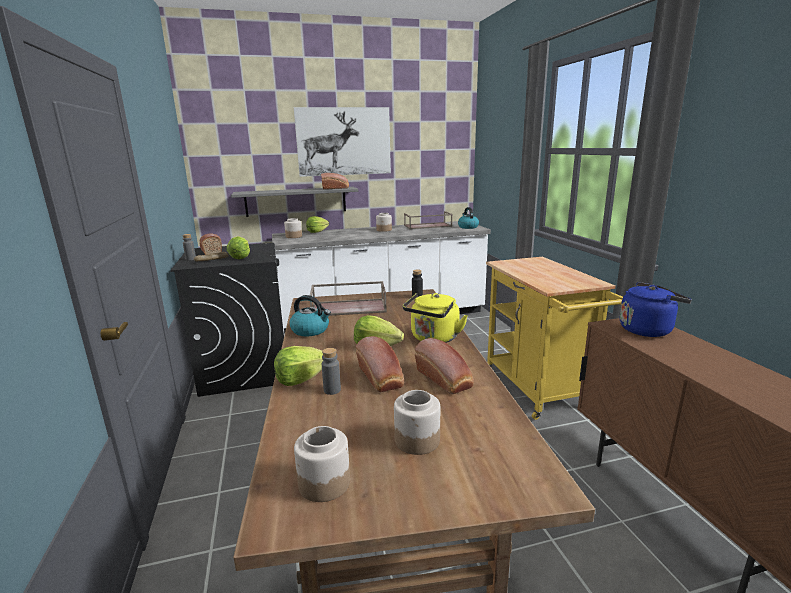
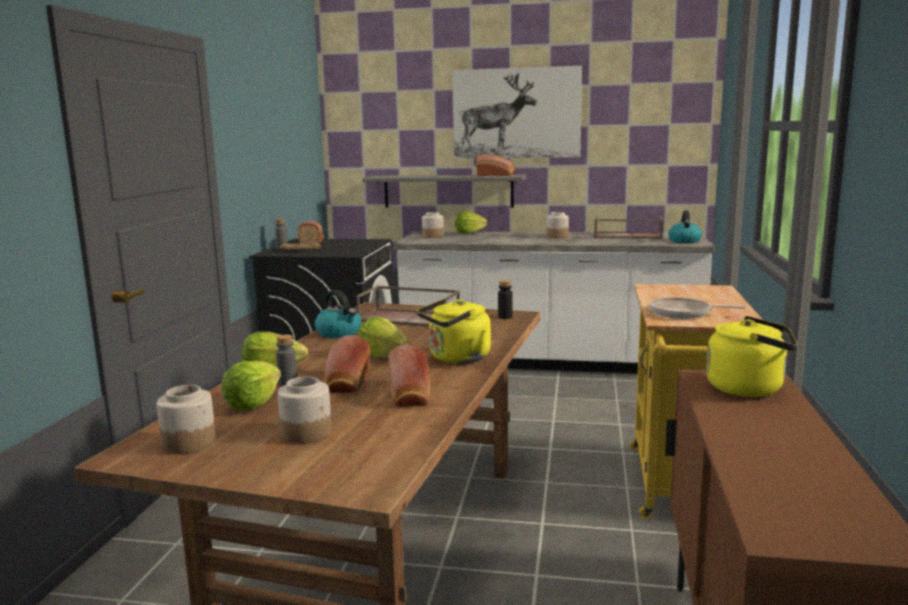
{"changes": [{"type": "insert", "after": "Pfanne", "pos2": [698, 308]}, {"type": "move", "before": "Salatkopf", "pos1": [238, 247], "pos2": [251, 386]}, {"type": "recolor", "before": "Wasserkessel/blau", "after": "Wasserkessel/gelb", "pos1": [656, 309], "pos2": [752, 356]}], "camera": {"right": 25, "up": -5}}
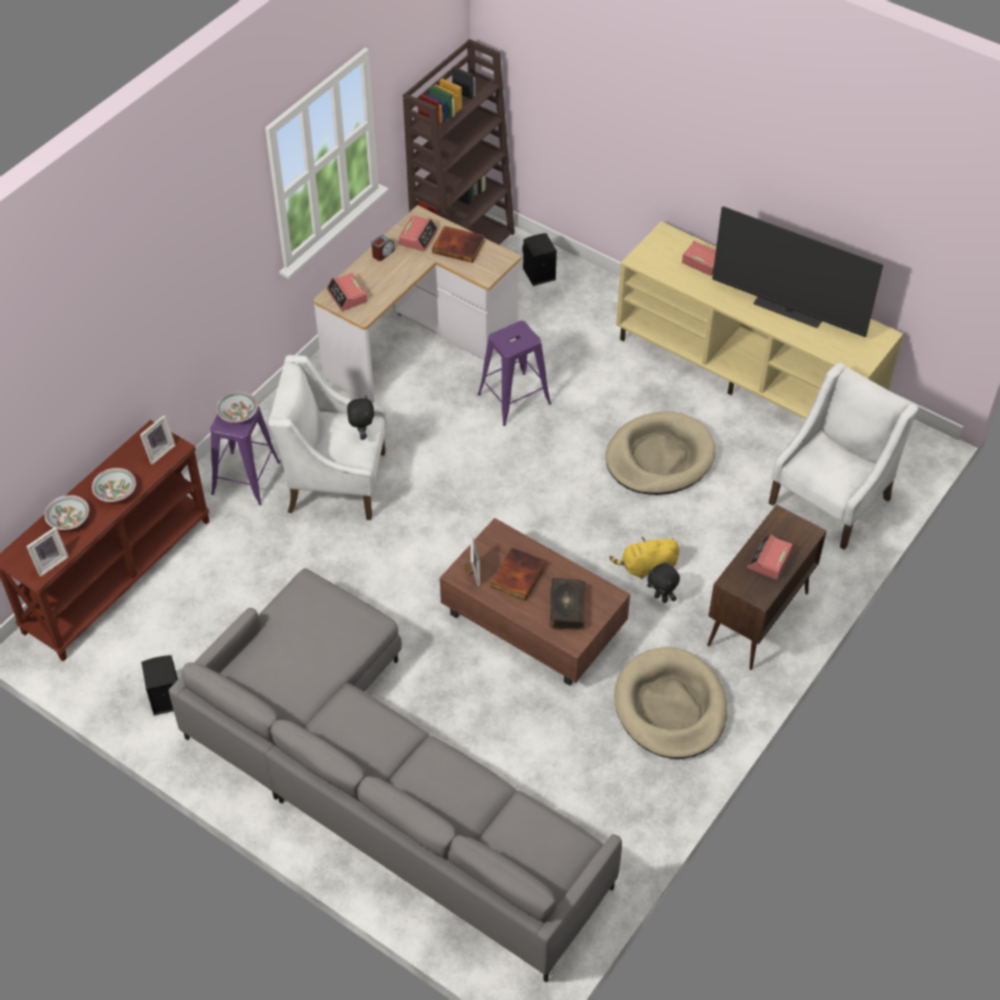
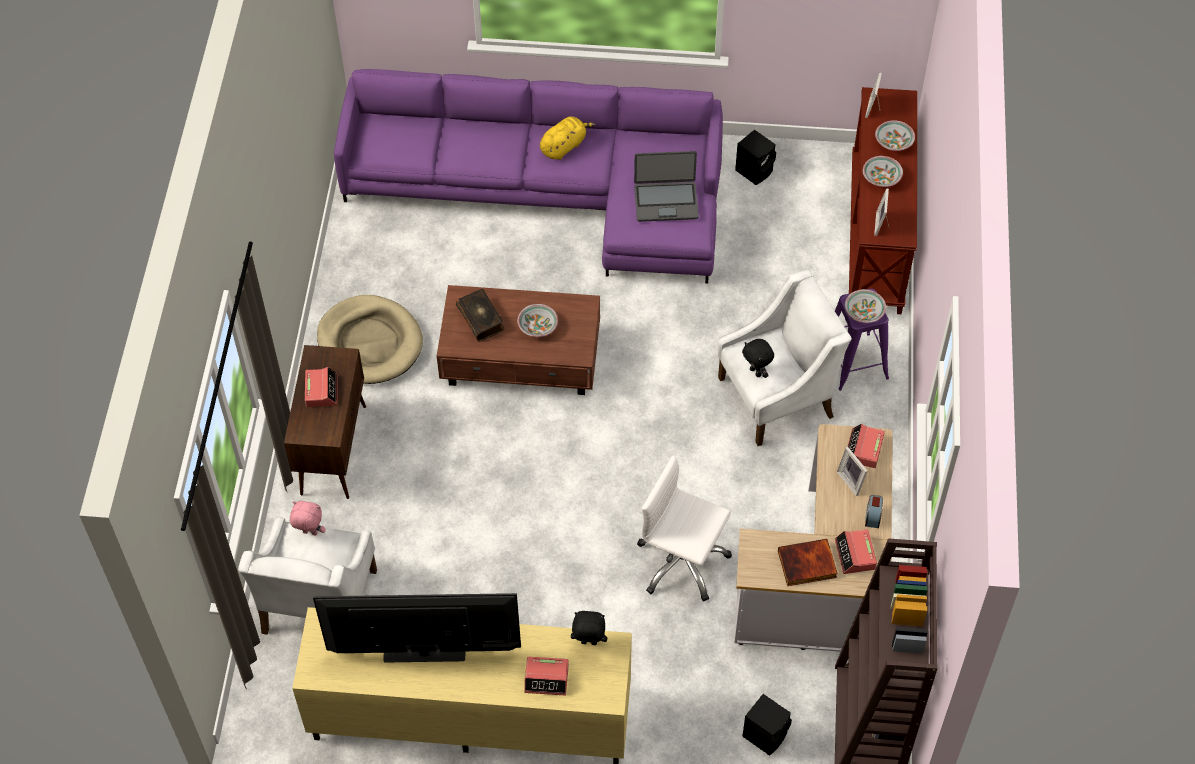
{"changes": [{"type": "delete", "before": "Hundebett/beige", "pos1": [660, 453]}, {"type": "insert", "after": "Plüschtier/rosa", "pos2": [308, 518]}, {"type": "insert", "after": "Laptop", "pos2": [666, 186]}, {"type": "move", "before": "Bilderrahmen", "pos1": [472, 561], "pos2": [852, 471]}, {"type": "move", "before": "Plüschtier/gelb", "pos1": [644, 558], "pos2": [568, 138]}, {"type": "move", "before": "Plüschtier/schwarz", "pos1": [663, 583], "pos2": [589, 628]}, {"type": "replace", "before": "Hocker/lila", "after": "Bürostuhl/weiß", "pos1": [514, 373], "pos2": [684, 528]}, {"type": "replace", "before": "Buch", "after": "Schüssel", "pos1": [518, 574], "pos2": [537, 320]}, {"type": "recolor", "before": "Sofa/grau", "after": "Sofa/lila", "pos1": [395, 775], "pos2": [528, 176]}, {"type": "rotate", "before": "Wecker", "pos1": [347, 292], "pos2": [866, 446], "turn": -105}], "camera": {"right": 150, "up": 5}}
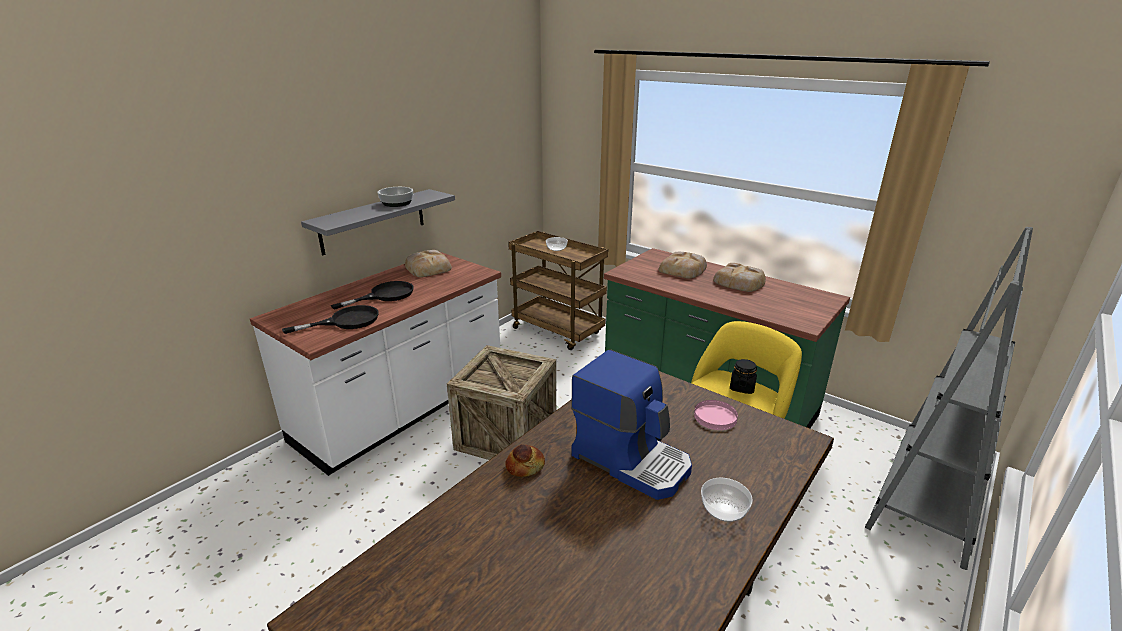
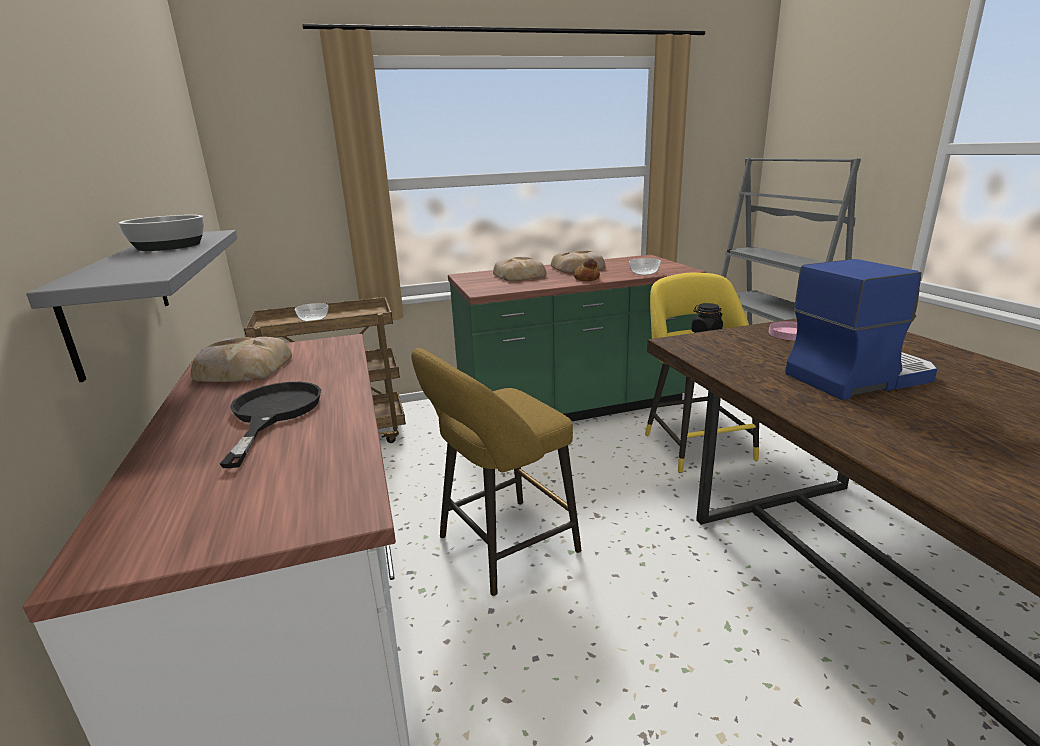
{"changes": [{"type": "delete", "before": "Pfanne/schwarz", "pos1": [330, 319]}, {"type": "move", "before": "Brot", "pos1": [525, 460], "pos2": [587, 269]}, {"type": "move", "before": "Schüssel", "pos1": [727, 500], "pos2": [645, 266]}, {"type": "replace", "before": "Kiste", "after": "Hocker/gelb", "pos1": [501, 402], "pos2": [496, 472]}], "camera": {"right": -55, "up": -5}}
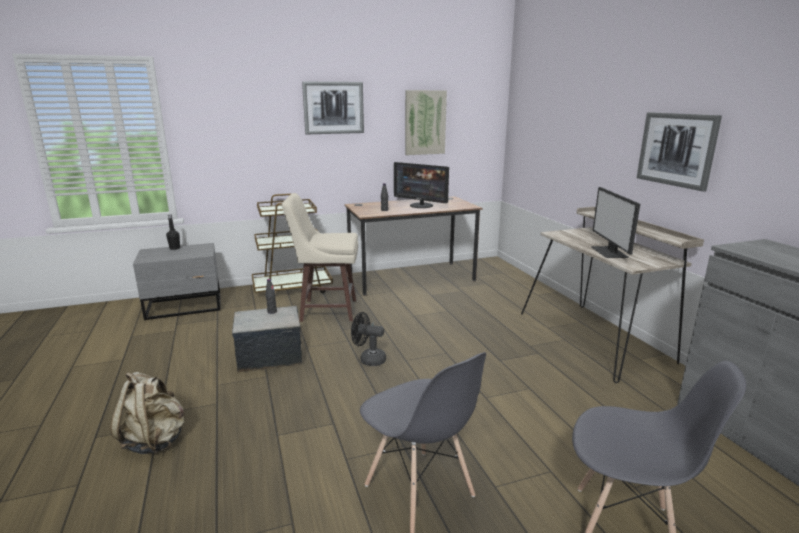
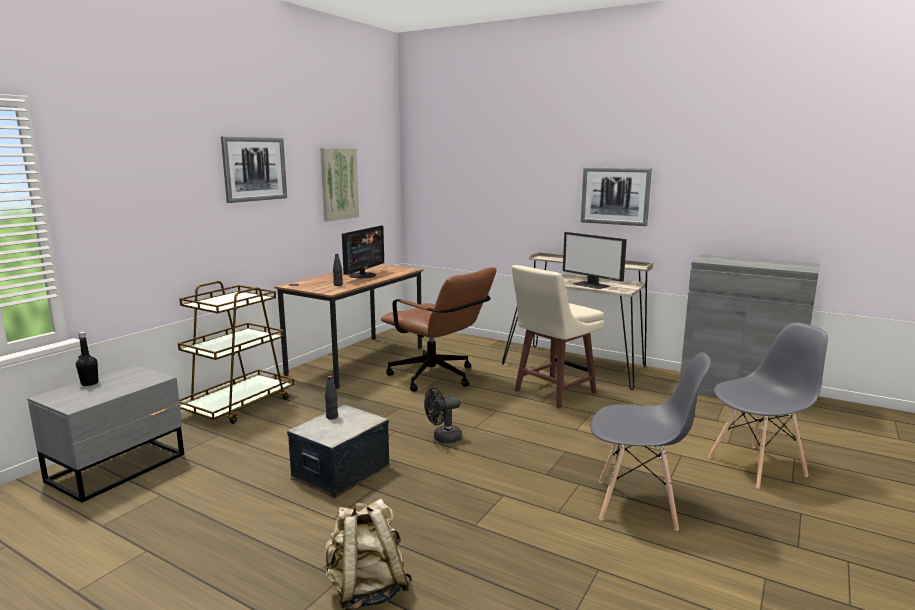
{"changes": [{"type": "insert", "after": "Bürostuhl/braun", "pos2": [438, 329]}, {"type": "move", "before": "Hocker/beige", "pos1": [320, 257], "pos2": [558, 337]}, {"type": "rotate", "before": "Monitor", "pos1": [421, 185], "pos2": [363, 251], "turn": -60}], "camera": {"right": -40, "up": -5}}
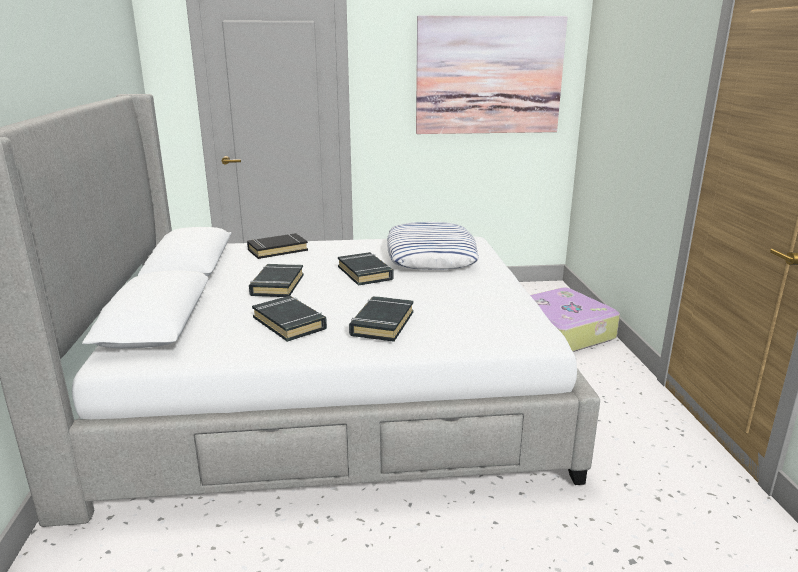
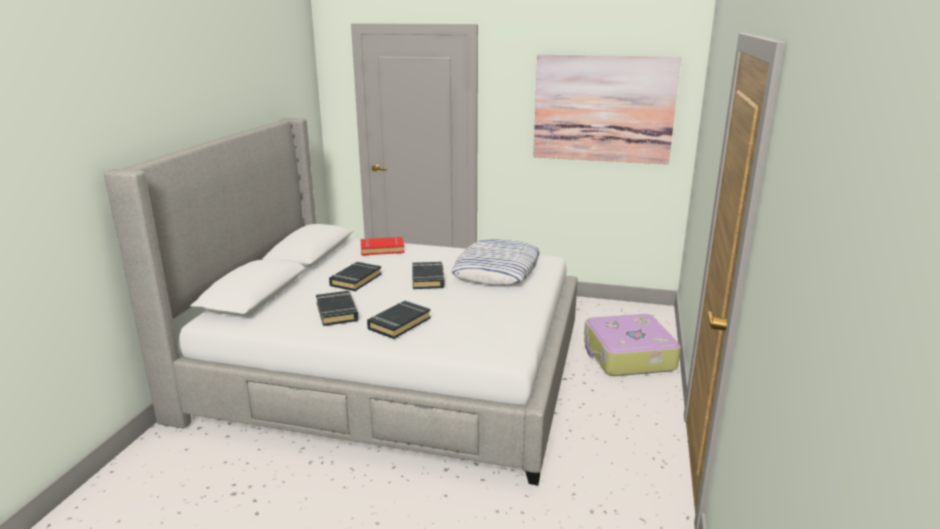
{"changes": [{"type": "recolor", "before": "Buch/schwarz", "after": "Buch/rot", "pos1": [277, 246], "pos2": [383, 246]}], "camera": {"right": 20, "up": 0}}
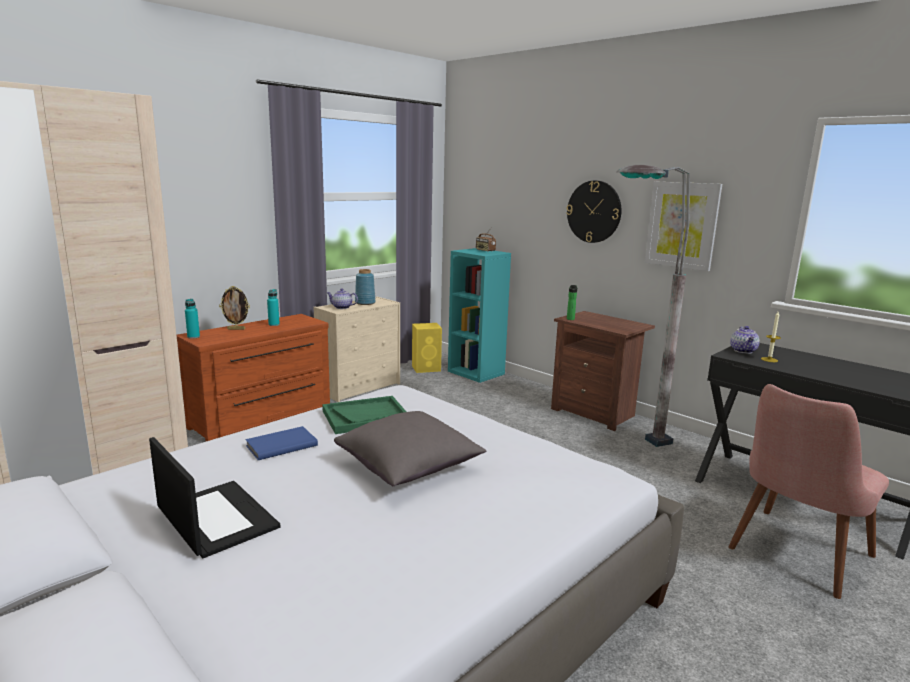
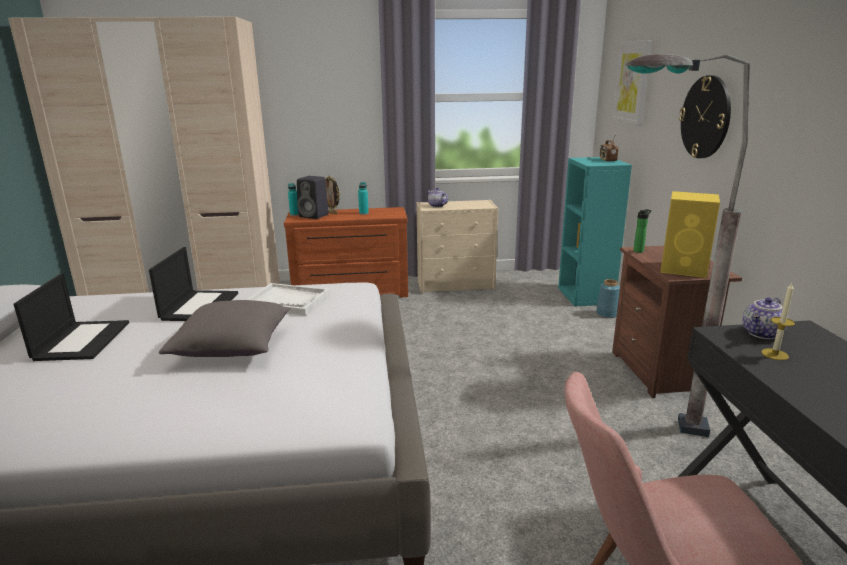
{"changes": [{"type": "insert", "after": "Lautsprecher/schwarz", "pos2": [313, 197]}, {"type": "move", "before": "Vase/blau", "pos1": [365, 287], "pos2": [608, 298]}, {"type": "move", "before": "Lautsprecher/gelb", "pos1": [427, 348], "pos2": [690, 234]}, {"type": "move", "before": "Bild", "pos1": [683, 226], "pos2": [631, 83]}, {"type": "replace", "before": "Buch/blau", "after": "Laptop", "pos1": [281, 443], "pos2": [193, 284]}, {"type": "recolor", "before": "Tablett/grün", "after": "Tablett/weiß", "pos1": [364, 415], "pos2": [287, 299]}], "camera": {"right": 40, "up": 5}}
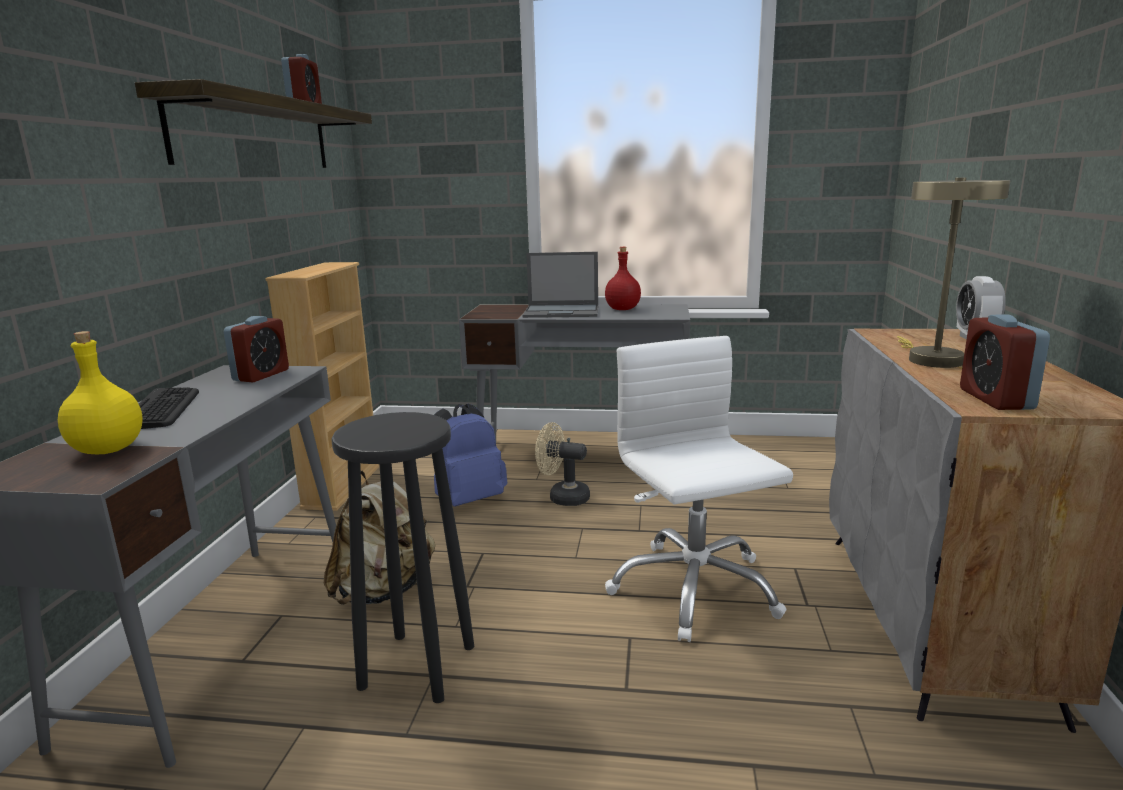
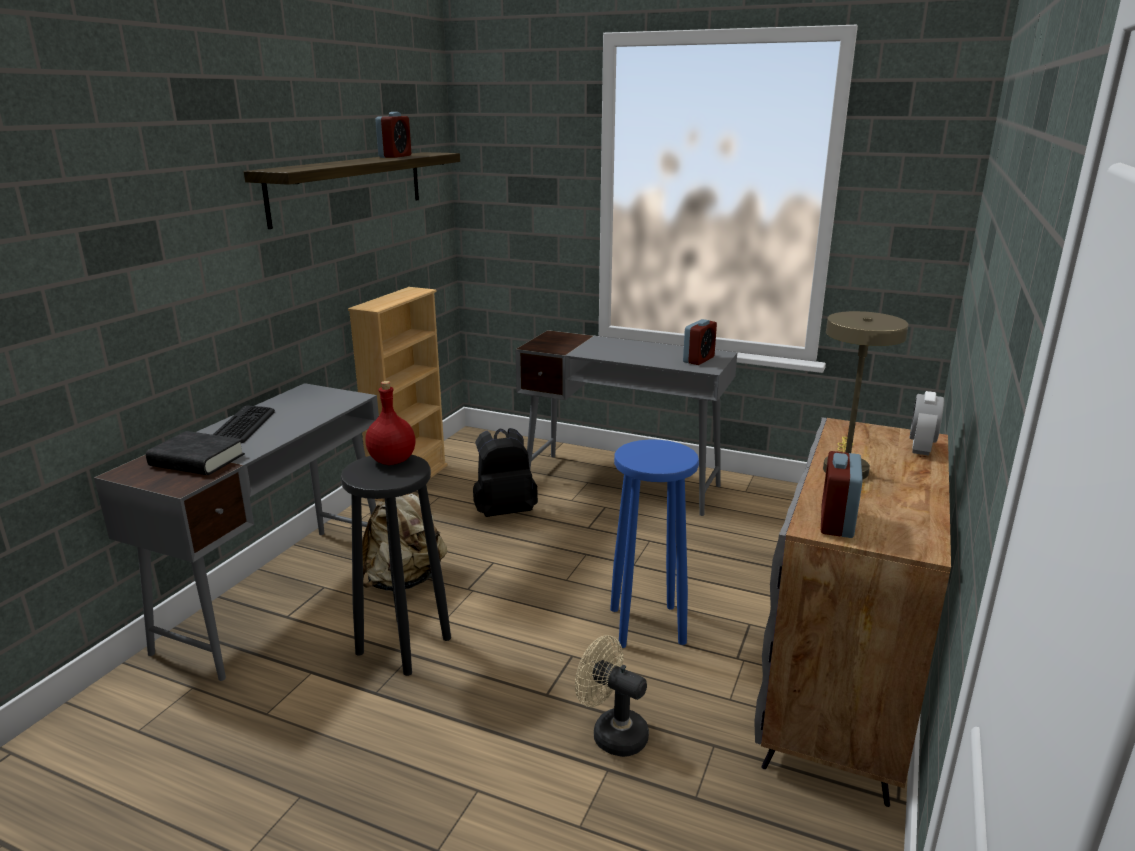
{"changes": [{"type": "delete", "before": "Laptop", "pos1": [560, 285]}, {"type": "move", "before": "Wecker", "pos1": [256, 349], "pos2": [700, 342]}, {"type": "move", "before": "Ventilator/beige", "pos1": [562, 464], "pos2": [612, 696]}, {"type": "move", "before": "Flasche/rot", "pos1": [623, 278], "pos2": [390, 423]}, {"type": "replace", "before": "Flasche/gelb", "after": "Buch/schwarz", "pos1": [100, 392], "pos2": [195, 453]}, {"type": "replace", "before": "Bürostuhl/weiß", "after": "Hocker/blau", "pos1": [699, 489], "pos2": [654, 543]}, {"type": "recolor", "before": "Rucksack/blau", "after": "Rucksack/schwarz", "pos1": [470, 455], "pos2": [505, 472]}], "camera": {"right": 15, "up": 5}}
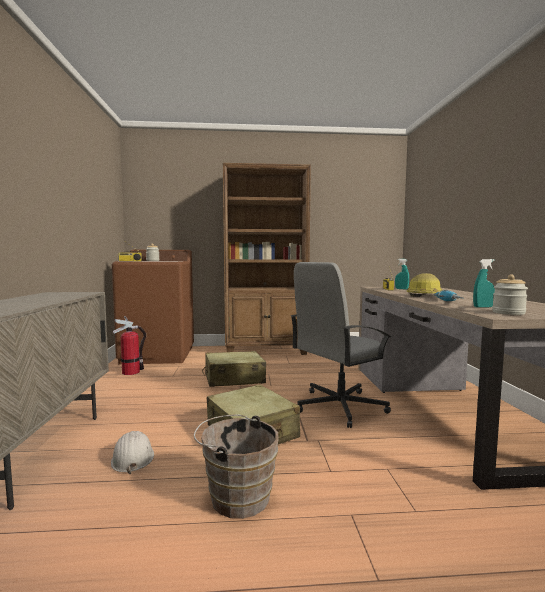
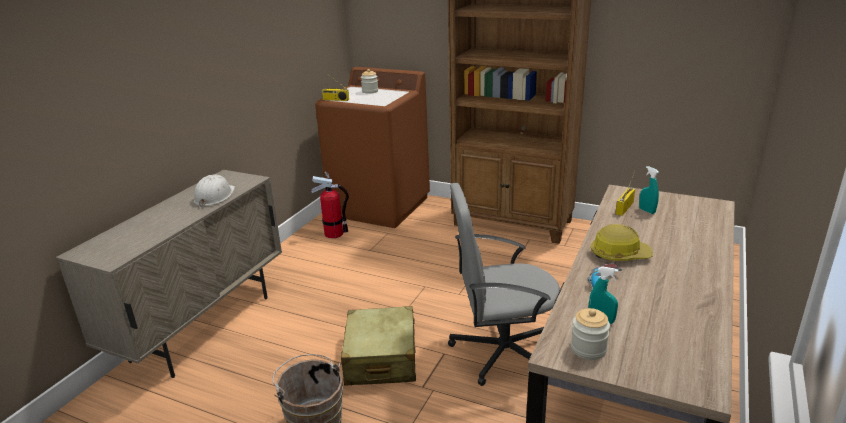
{"changes": [{"type": "delete", "before": "Koffer/beige", "pos1": [234, 369]}, {"type": "move", "before": "Schutzhelm/weiß", "pos1": [132, 452], "pos2": [214, 191]}], "camera": {"right": 30, "up": 20}}
